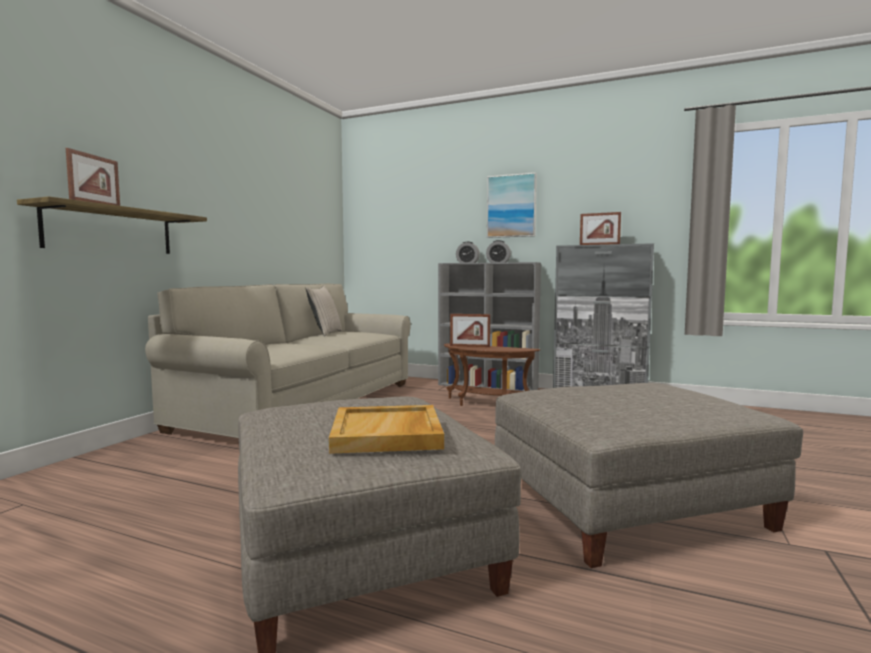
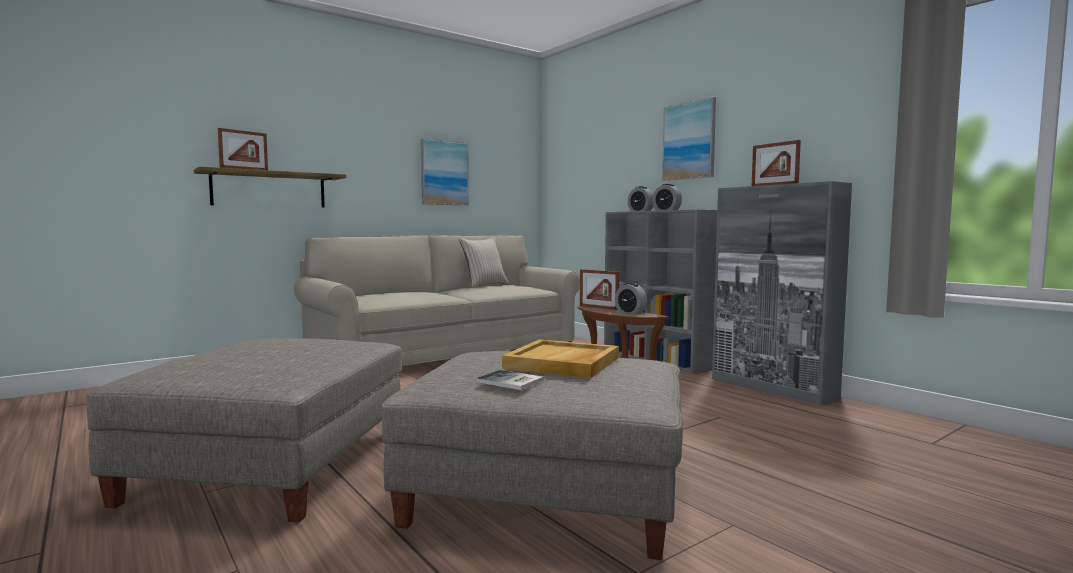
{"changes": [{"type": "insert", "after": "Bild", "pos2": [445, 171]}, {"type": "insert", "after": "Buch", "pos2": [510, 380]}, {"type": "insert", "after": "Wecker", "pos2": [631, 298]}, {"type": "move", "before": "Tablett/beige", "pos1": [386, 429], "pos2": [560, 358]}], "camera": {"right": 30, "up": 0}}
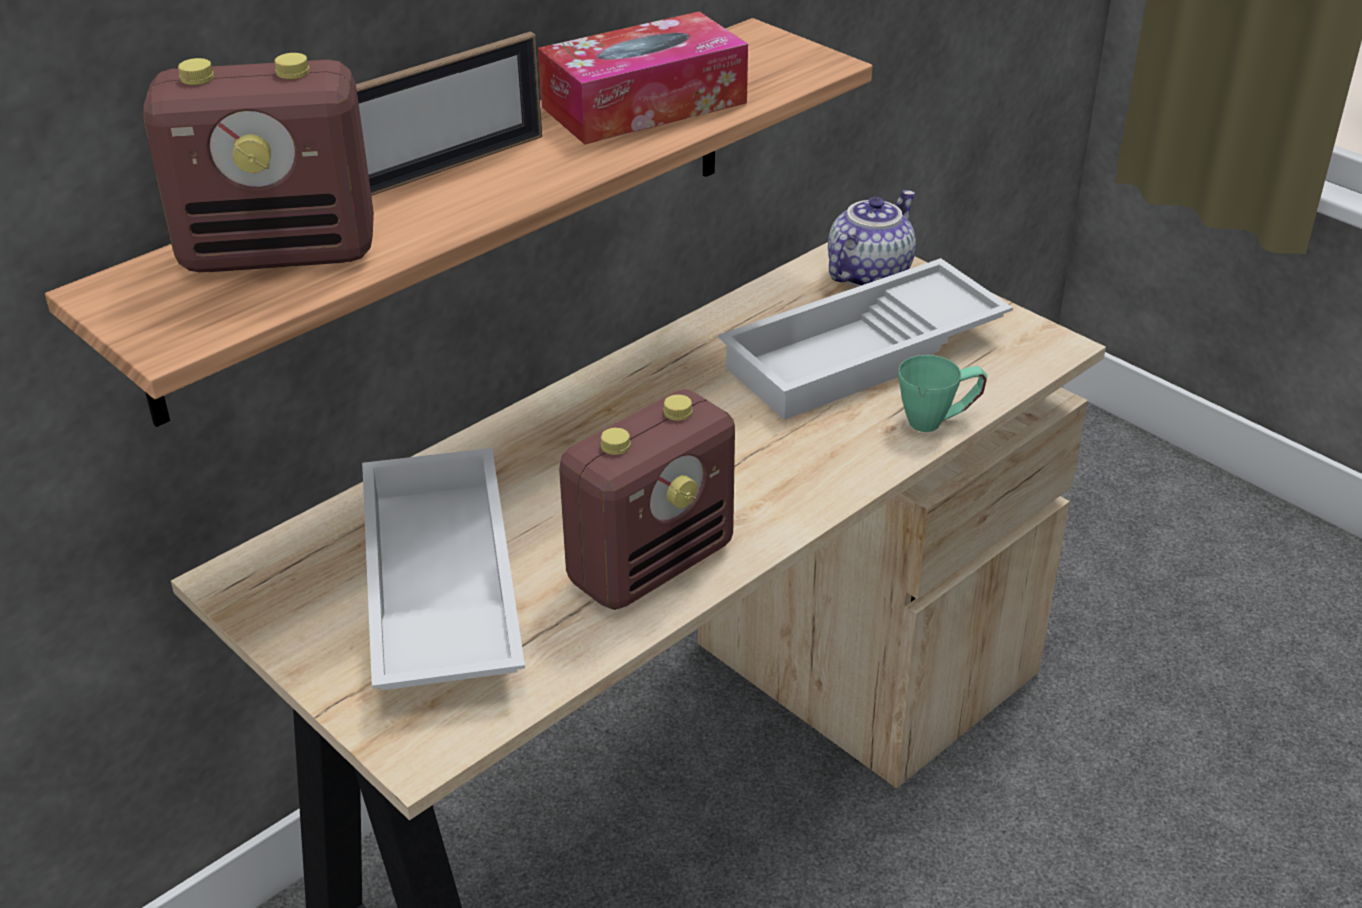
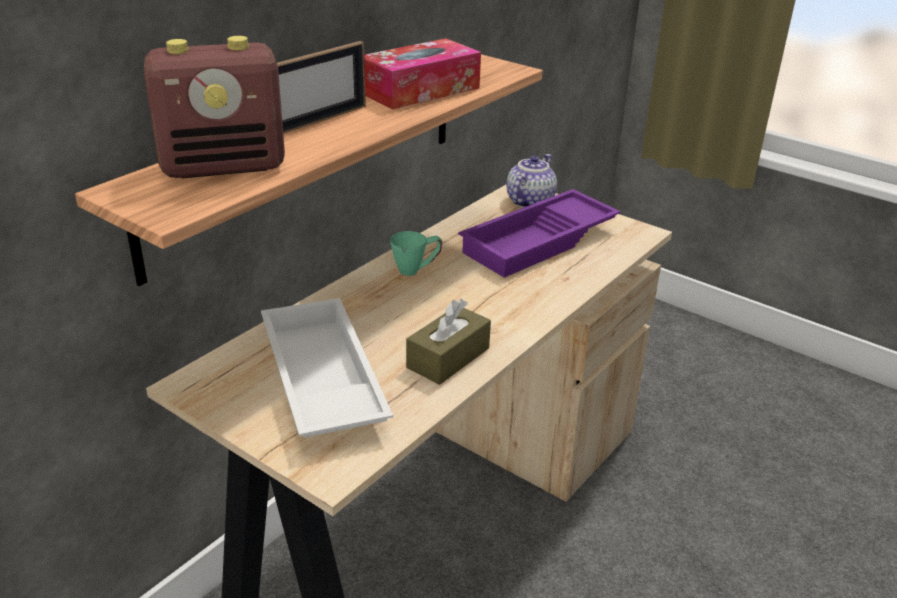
{"changes": [{"type": "move", "before": "Henkelbecher/grün", "pos1": [943, 393], "pos2": [416, 253]}, {"type": "replace", "before": "Radio", "after": "Taschentuchbox/braun", "pos1": [647, 499], "pos2": [448, 342]}, {"type": "recolor", "before": "Tablett/weiß", "after": "Tablett/lila", "pos1": [865, 339], "pos2": [539, 233]}], "camera": {"right": -10, "up": -5}}
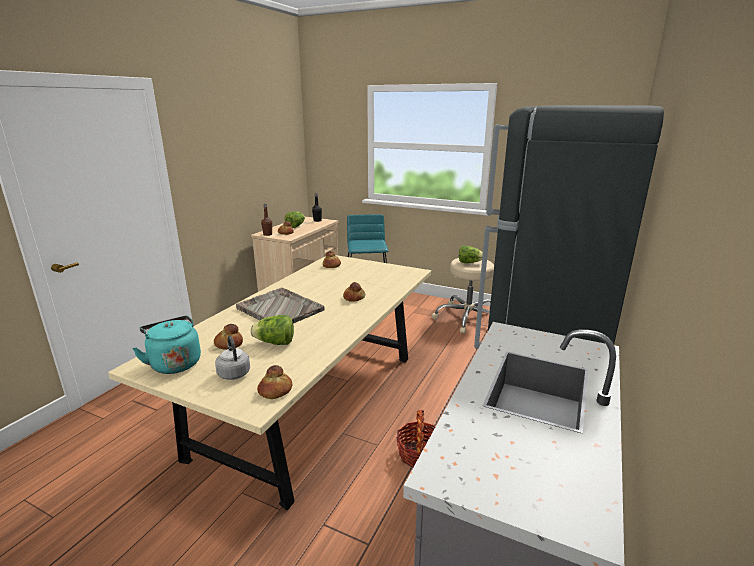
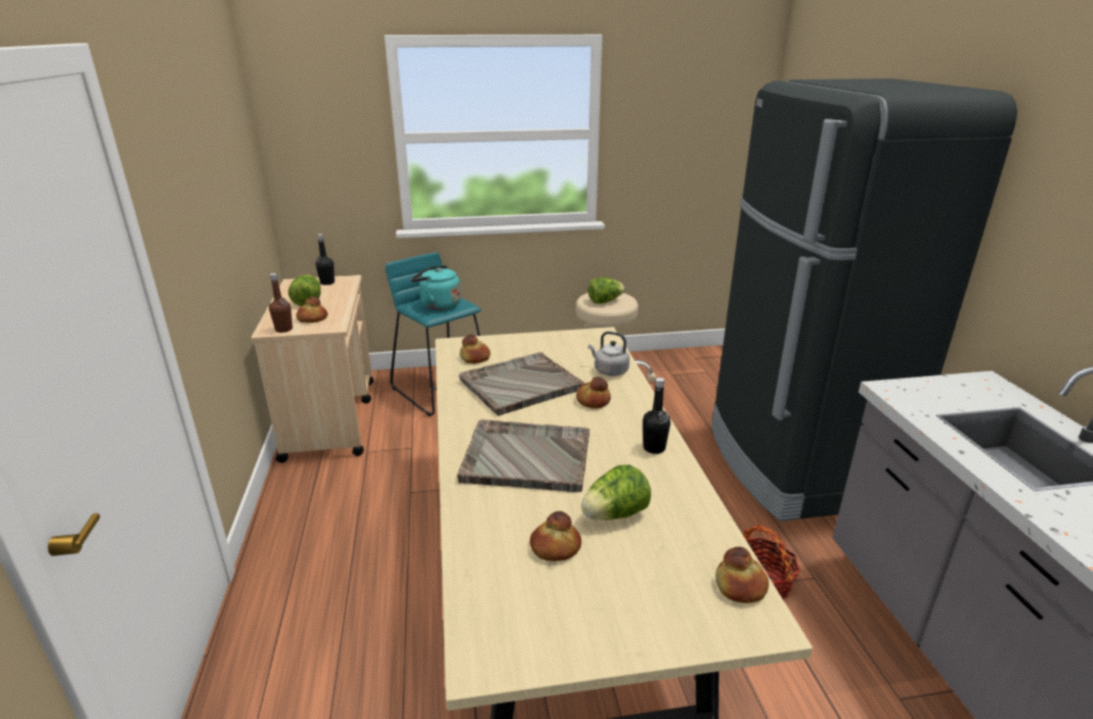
{"changes": [{"type": "insert", "after": "Tablett/grau", "pos2": [521, 384]}, {"type": "insert", "after": "Flasche/schwarz", "pos2": [657, 416]}, {"type": "move", "before": "Wasserkessel/türkis", "pos1": [166, 345], "pos2": [436, 287]}, {"type": "move", "before": "Wasserkessel/grau", "pos1": [232, 358], "pos2": [609, 353]}], "camera": {"right": -35, "up": 5}}
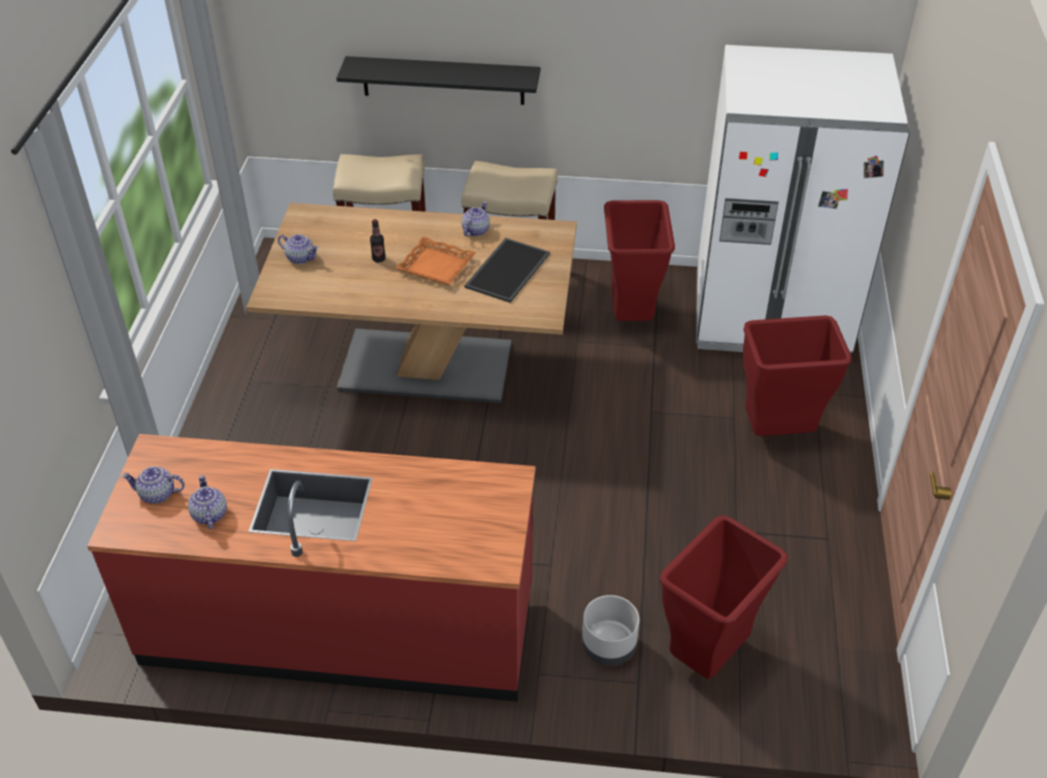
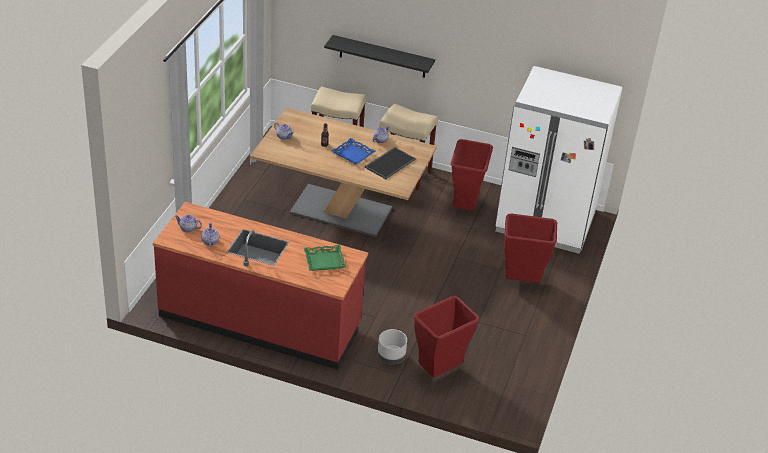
{"changes": [{"type": "insert", "after": "Tablett/grün", "pos2": [325, 258]}, {"type": "recolor", "before": "Tablett/orange", "after": "Tablett/blau", "pos1": [436, 261], "pos2": [354, 151]}], "camera": {"right": 10, "up": -5}}
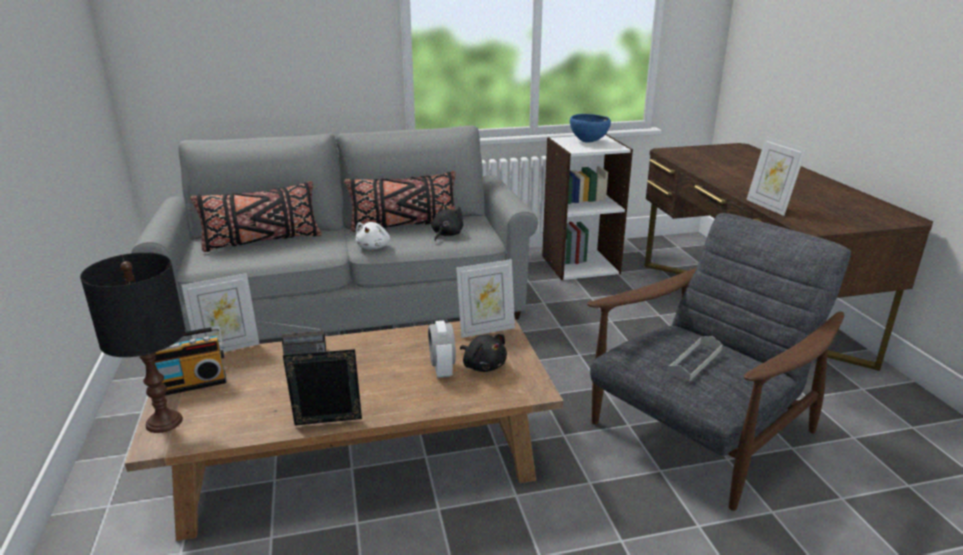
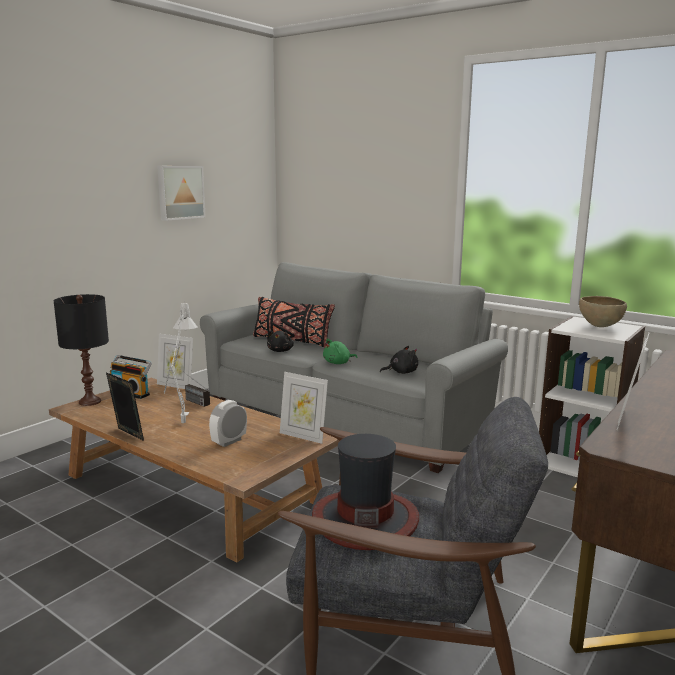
{"changes": [{"type": "delete", "before": "Kissen/schwarz", "pos1": [400, 201]}, {"type": "insert", "after": "Bild", "pos2": [181, 193]}, {"type": "insert", "after": "Tischlampe/grau", "pos2": [180, 362]}, {"type": "move", "before": "Plüschtier/schwarz", "pos1": [483, 353], "pos2": [280, 341]}, {"type": "replace", "before": "Tablett/grau", "after": "Hut", "pos1": [694, 359], "pos2": [365, 492]}, {"type": "recolor", "before": "Plüschtier/weiß", "after": "Plüschtier/grün", "pos1": [373, 235], "pos2": [340, 351]}, {"type": "recolor", "before": "Schüssel/blau", "after": "Schüssel/braun", "pos1": [590, 128], "pos2": [603, 311]}], "camera": {"right": 50, "up": -10}}
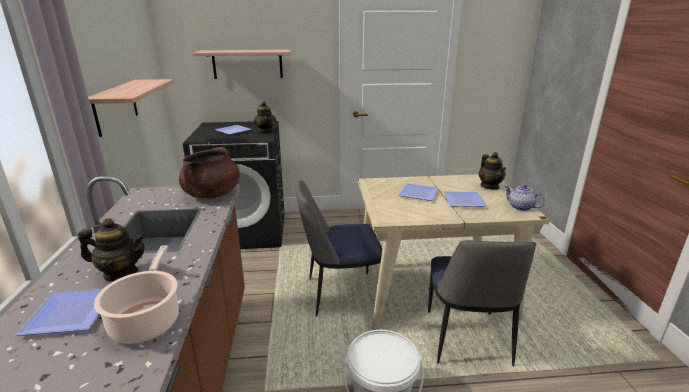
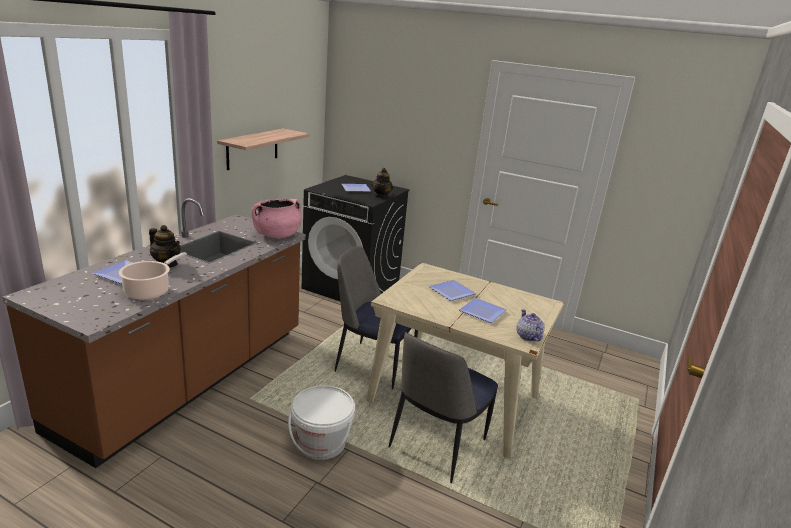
{"changes": [{"type": "delete", "before": "Wandregal", "pos1": [242, 64]}, {"type": "delete", "before": "Teekanne", "pos1": [492, 171]}, {"type": "recolor", "before": "Kochtopf/braun", "after": "Kochtopf/rosa", "pos1": [209, 172], "pos2": [276, 218]}], "camera": {"right": 30, "up": 0}}
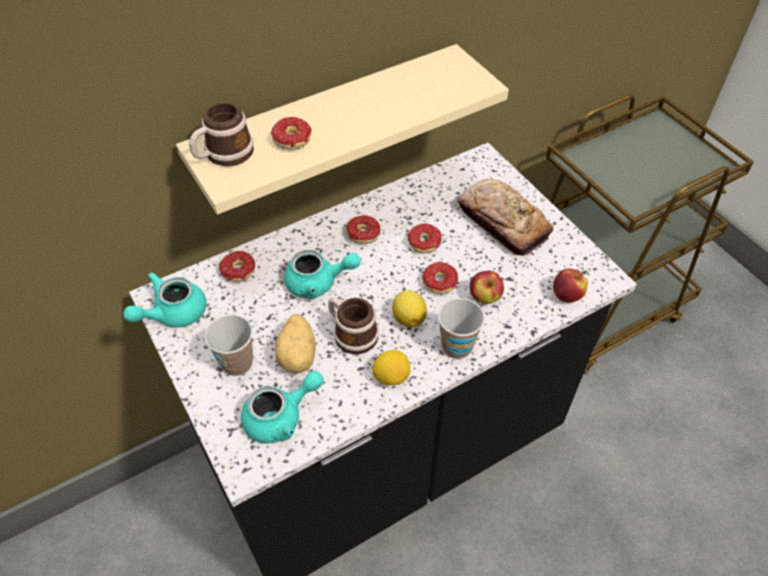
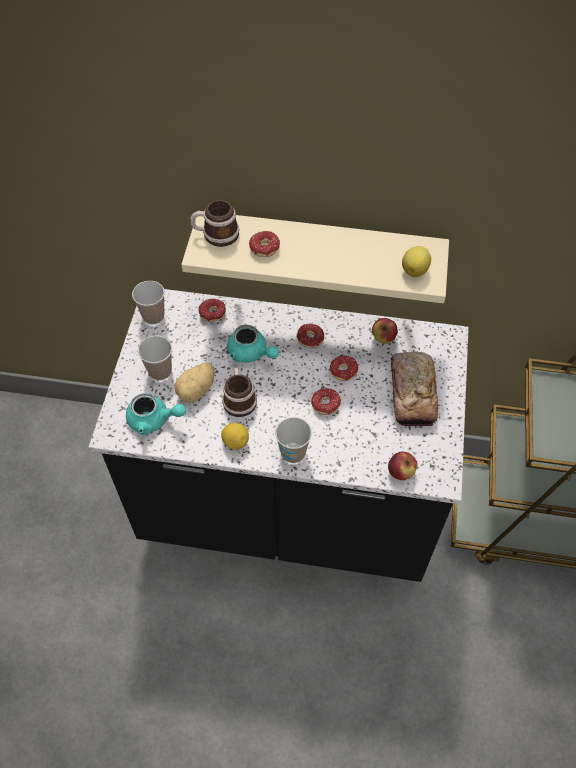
{"changes": [{"type": "move", "before": "Zitrone", "pos1": [409, 308], "pos2": [416, 261]}, {"type": "move", "before": "Apfel", "pos1": [487, 287], "pos2": [385, 331]}, {"type": "replace", "before": "Teekanne/türkis", "after": "Tasse", "pos1": [165, 299], "pos2": [148, 302]}], "camera": {"right": 40, "up": 5}}
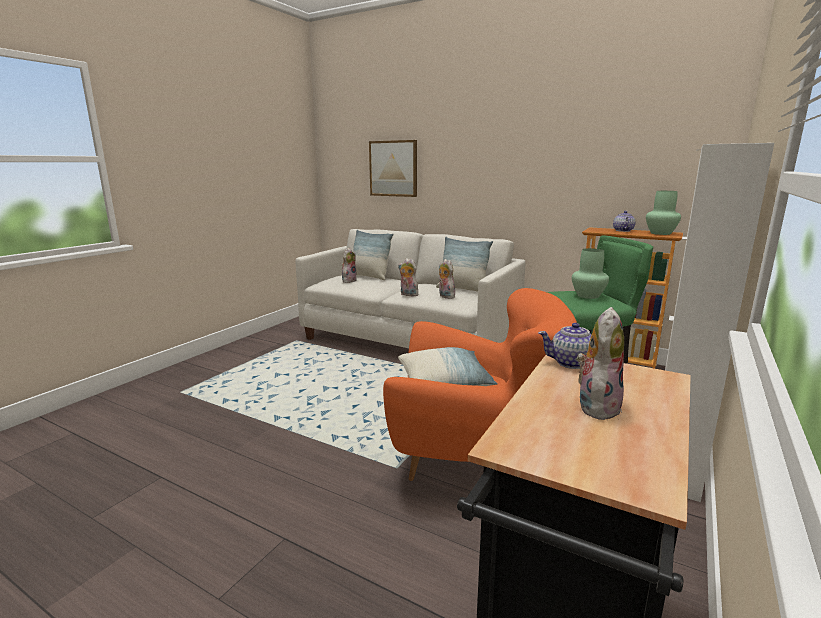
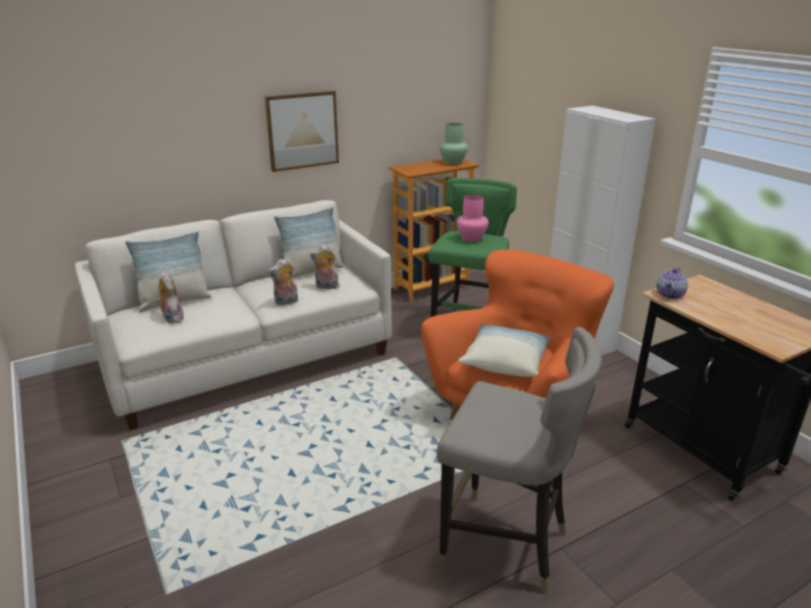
{"changes": [{"type": "delete", "before": "Plüschtier", "pos1": [600, 363]}, {"type": "delete", "before": "Teekanne", "pos1": [624, 221]}, {"type": "insert", "after": "Hocker/grau", "pos2": [519, 460]}, {"type": "move", "before": "Bild", "pos1": [393, 168], "pos2": [301, 131]}, {"type": "recolor", "before": "Vase/grün", "after": "Vase/rosa", "pos1": [590, 273], "pos2": [472, 218]}], "camera": {"right": -60, "up": 10}}
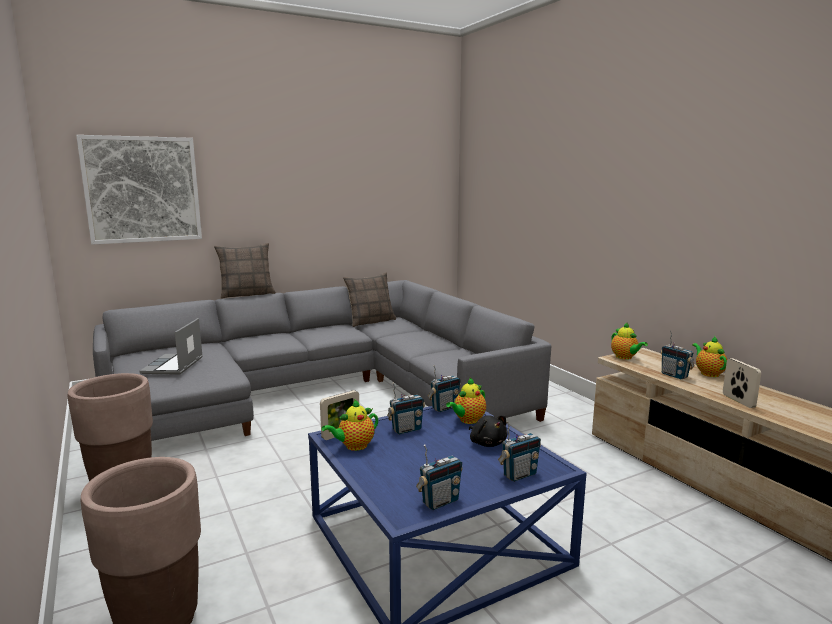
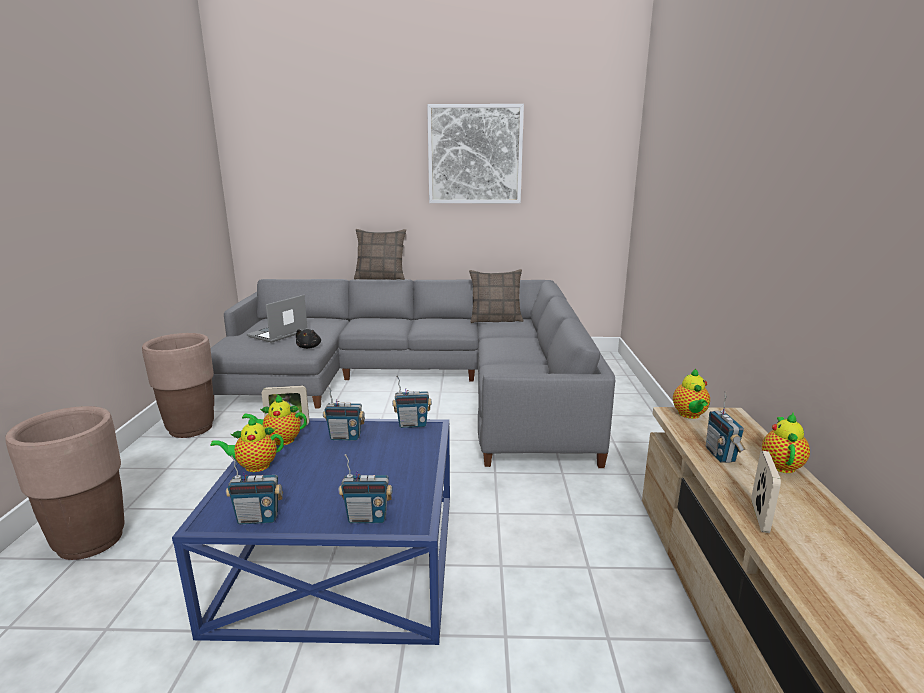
{"changes": [{"type": "move", "before": "Bild", "pos1": [139, 190], "pos2": [475, 153]}, {"type": "move", "before": "Teekanne", "pos1": [466, 401], "pos2": [247, 444]}, {"type": "move", "before": "Plüschtier/schwarz", "pos1": [488, 431], "pos2": [308, 339]}], "camera": {"right": 30, "up": 5}}
